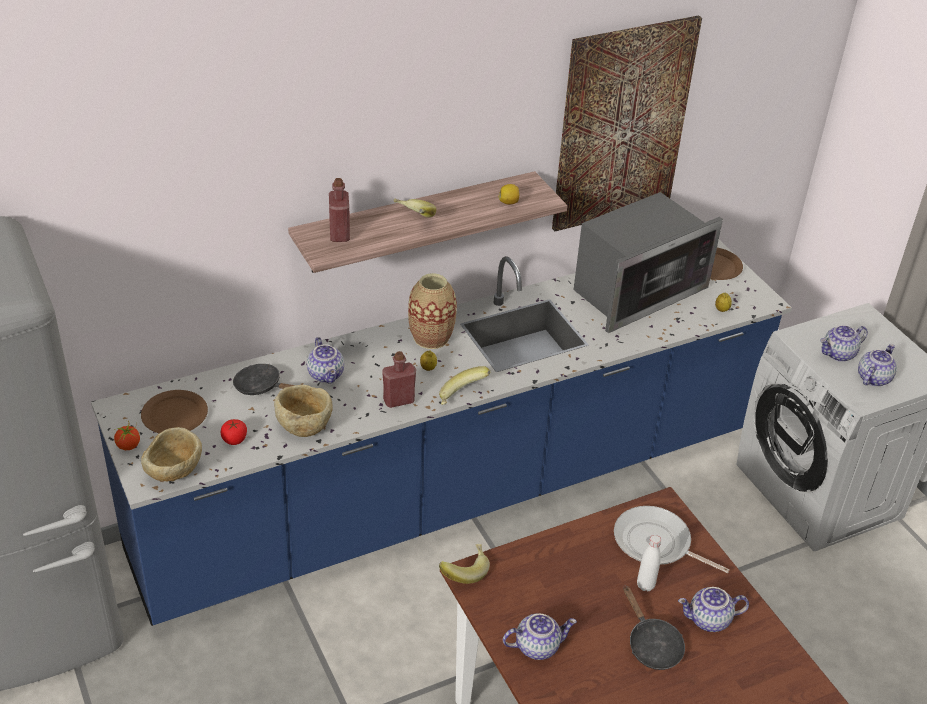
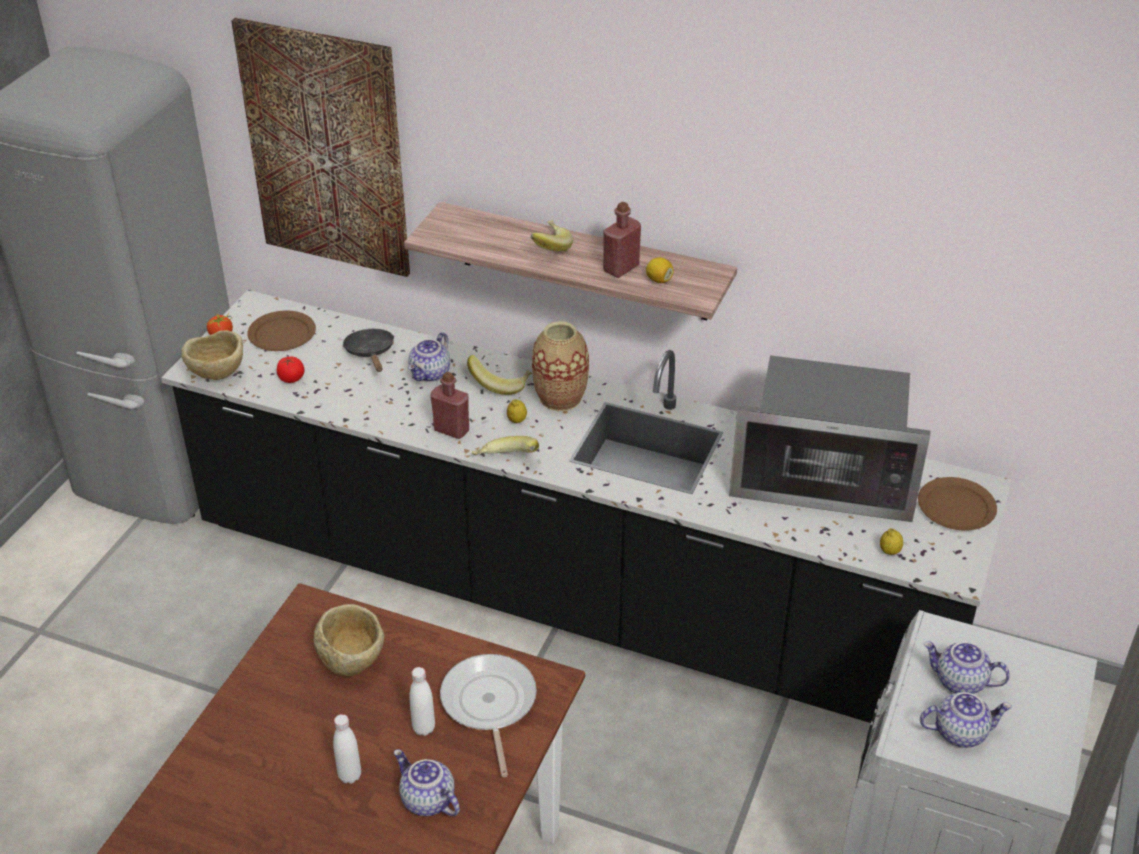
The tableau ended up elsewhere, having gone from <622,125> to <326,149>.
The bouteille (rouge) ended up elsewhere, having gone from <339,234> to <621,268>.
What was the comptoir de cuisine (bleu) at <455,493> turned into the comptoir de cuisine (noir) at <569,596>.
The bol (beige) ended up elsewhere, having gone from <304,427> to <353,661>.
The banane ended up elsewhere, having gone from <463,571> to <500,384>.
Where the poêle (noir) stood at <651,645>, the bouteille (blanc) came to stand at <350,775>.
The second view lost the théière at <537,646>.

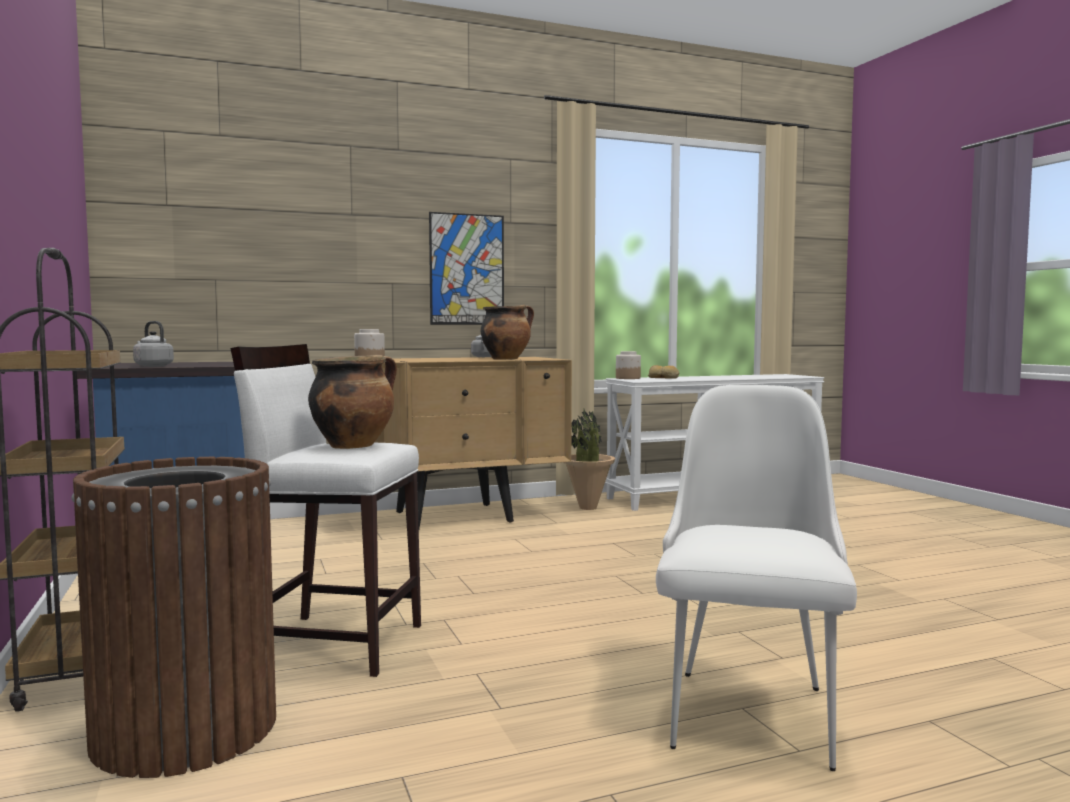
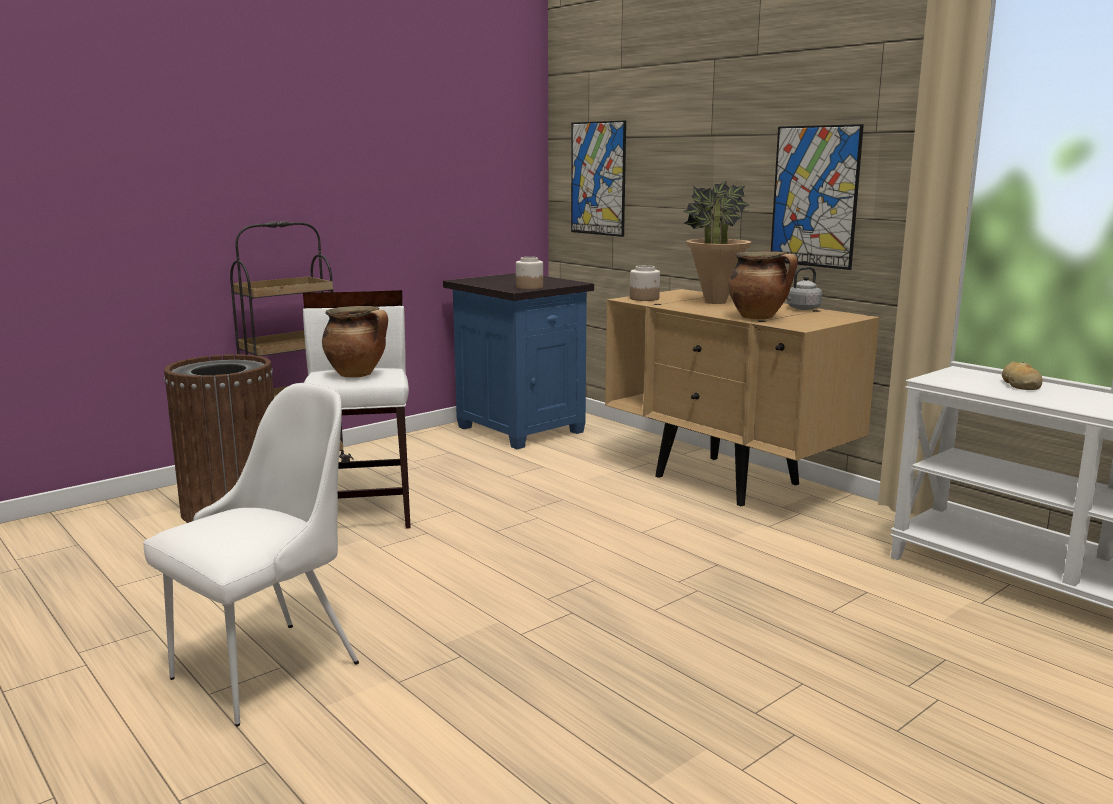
The second view lost the bouilloire (gris) at <152,366>.
The bocal ended up elsewhere, having gone from <627,378> to <529,287>.
The chaise (blanc) at <749,716> ended up facing another way, 45 degrees counterclockwise from before.
The plante en pot ended up elsewhere, having gone from <588,508> to <715,302>.
The second view gained the tableau at <598,178>.

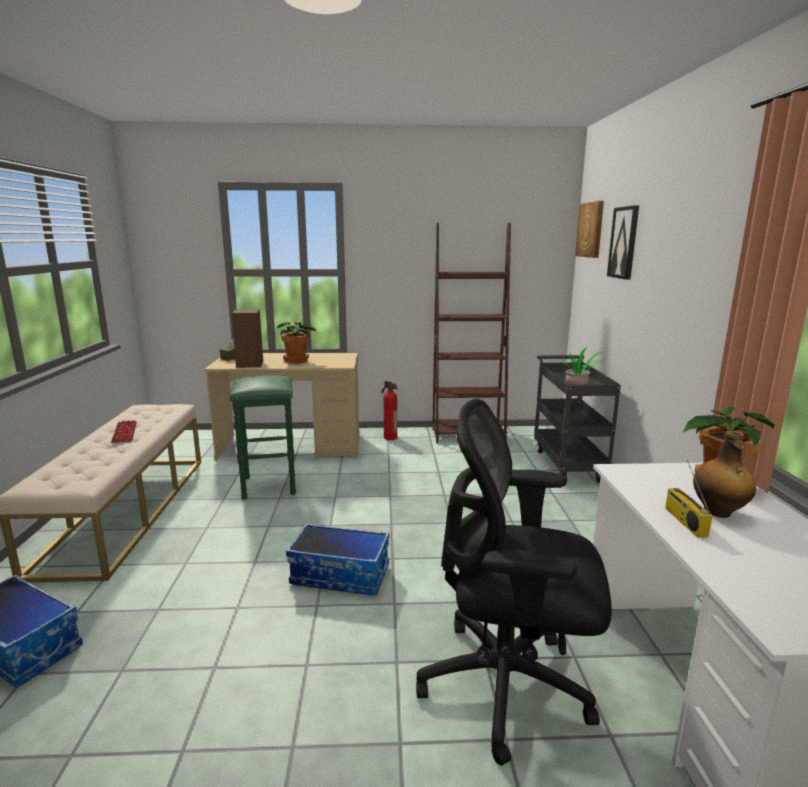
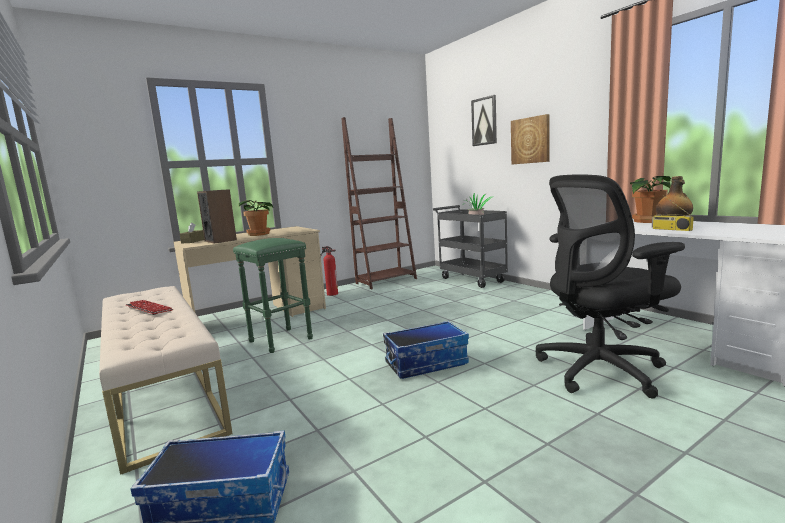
The tableau ended up elsewhere, having gone from <591,230> to <530,140>.

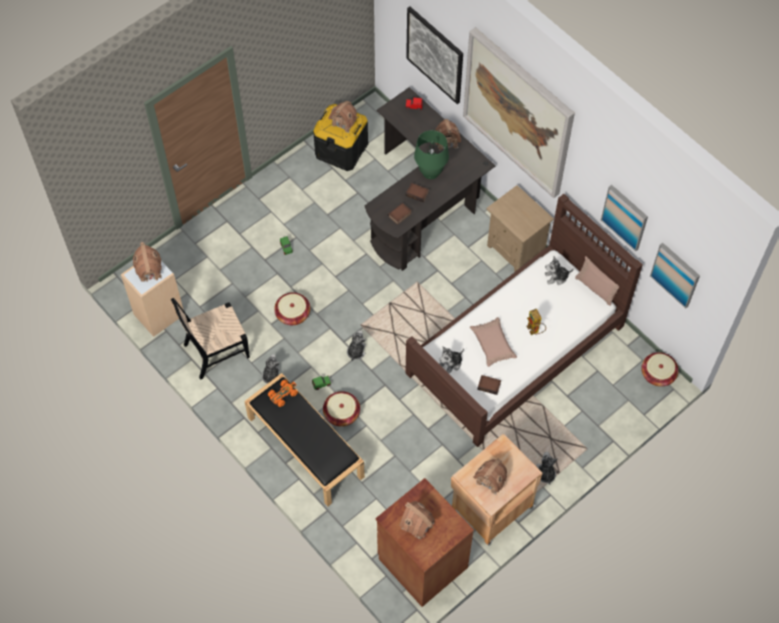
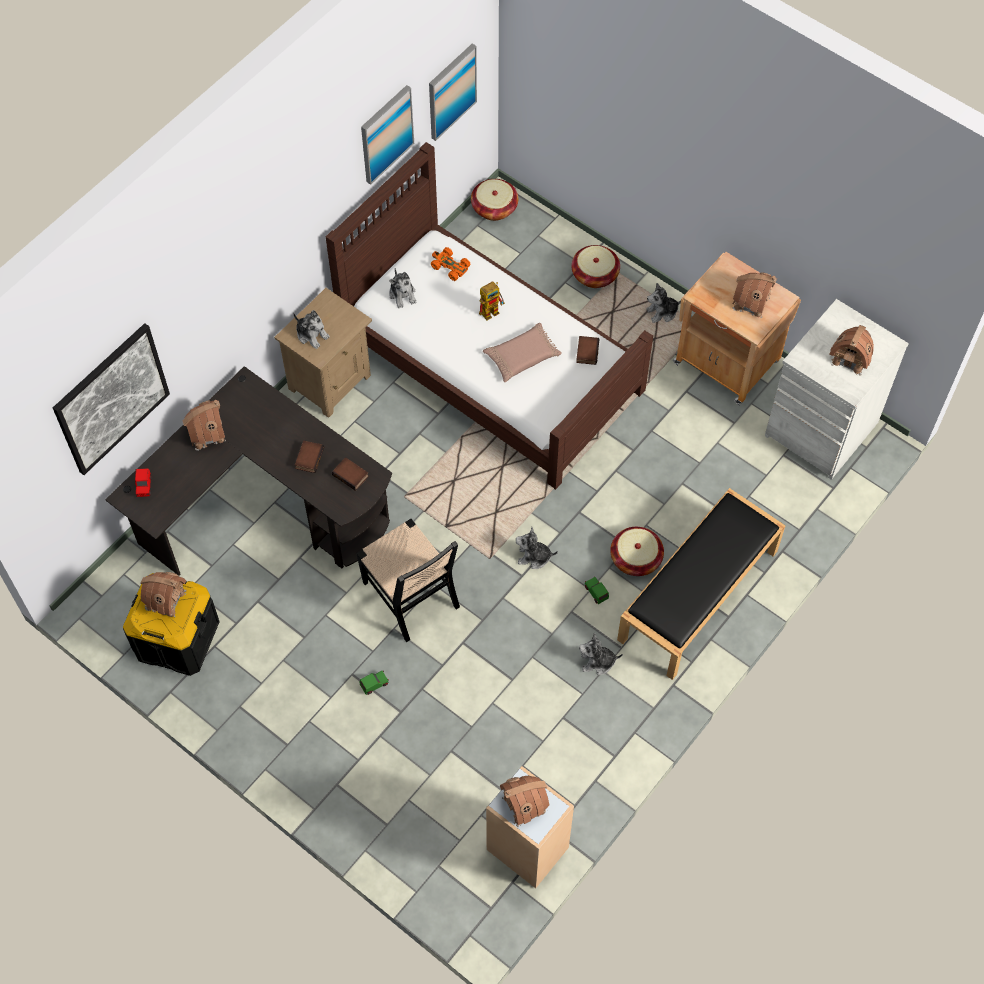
The second view lost the tableau at <518,112>.
The second view lost the lampe de table (vert) at <430,172>.
The second view lost the coussin (beige) at <596,288>.
The panier ended up elsewhere, having gone from <293,314> to <595,275>.
The chaise ended up elsewhere, having gone from <216,351> to <410,596>.
The peluche ended up elsewhere, having gone from <451,363> to <312,334>.
The petite voiture (orange) ended up elsewhere, having gone from <283,394> to <449,266>.
What was the commode (marron) at <422,563> turned into the commode (blanc) at <821,430>.

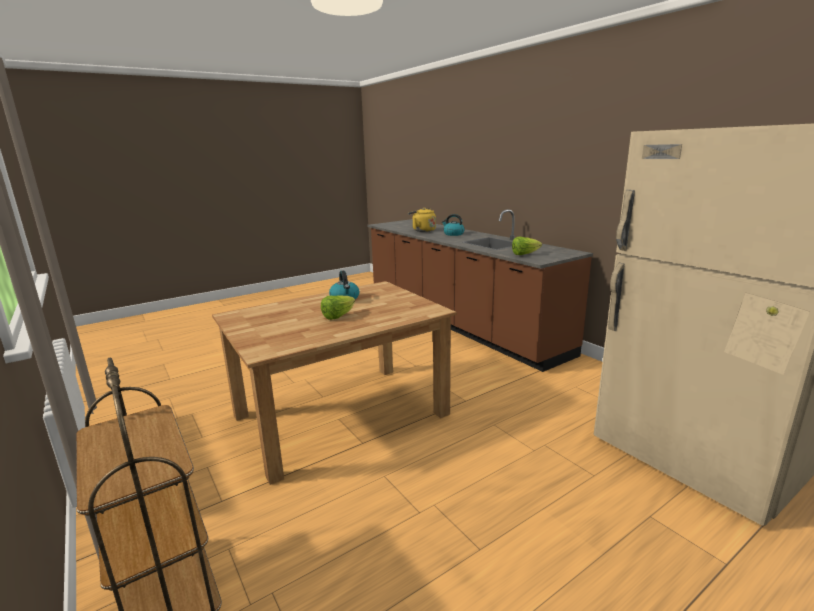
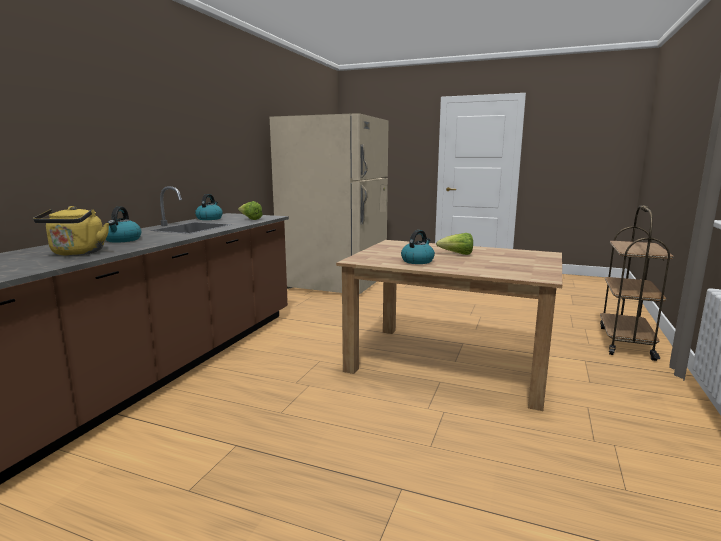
The second view gained the bouilloire at <209,218>.

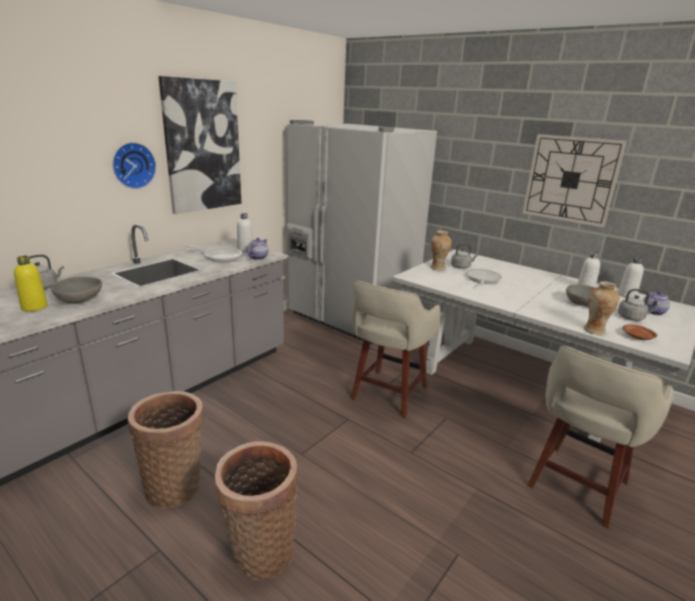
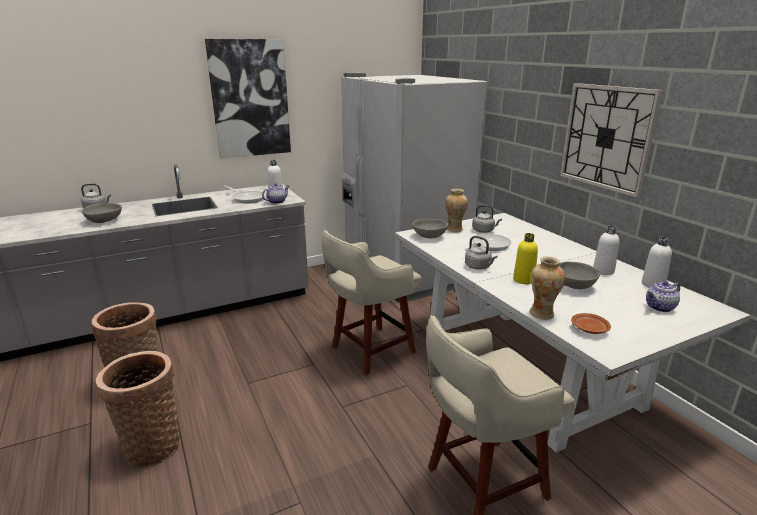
The second view lost the horloge murale at <132,165>.
The bouteille (jaune) ended up elsewhere, having gone from <34,307> to <523,280>.
The bouilloire (gris) ended up elsewhere, having gone from <632,318> to <479,267>.
The second view gained the bol (gris) at <429,236>.

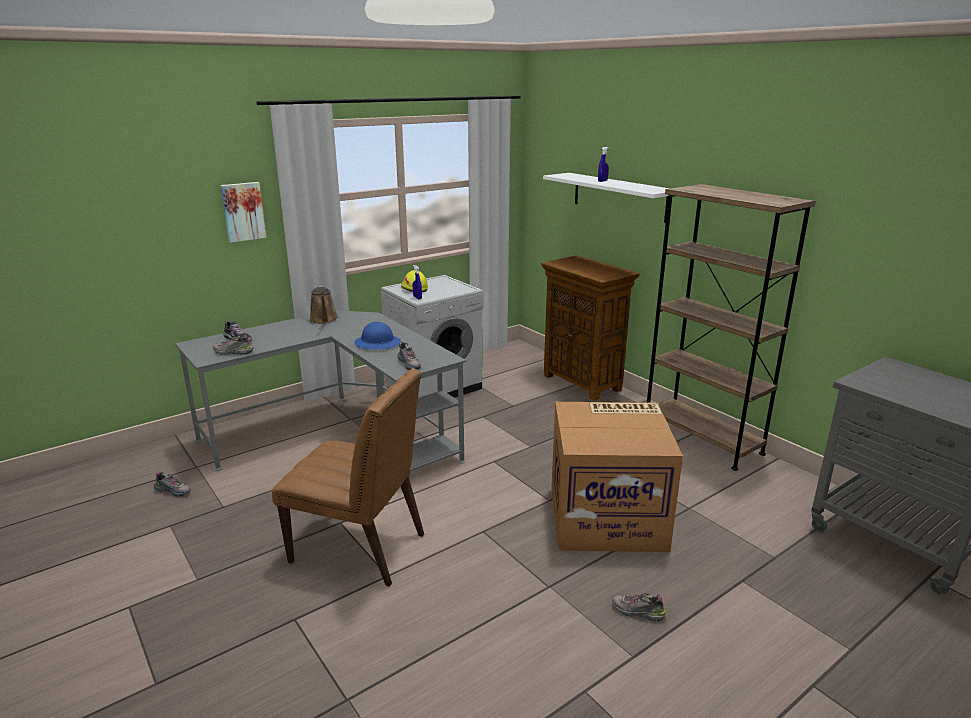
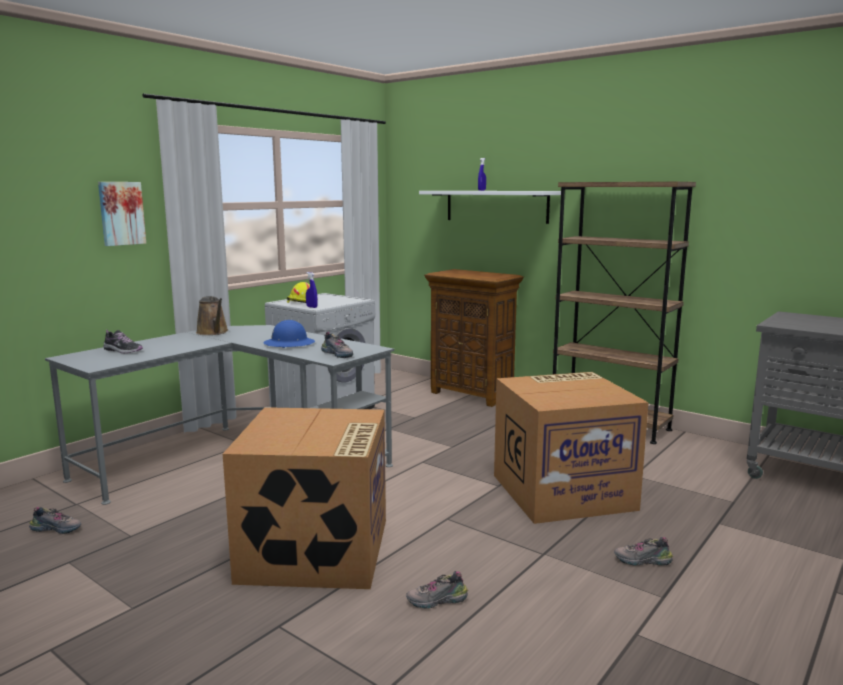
The chaussure ended up elsewhere, having gone from <233,352> to <437,601>.
Where the chaise (marron) stood at <357,548>, the carton came to stand at <317,551>.

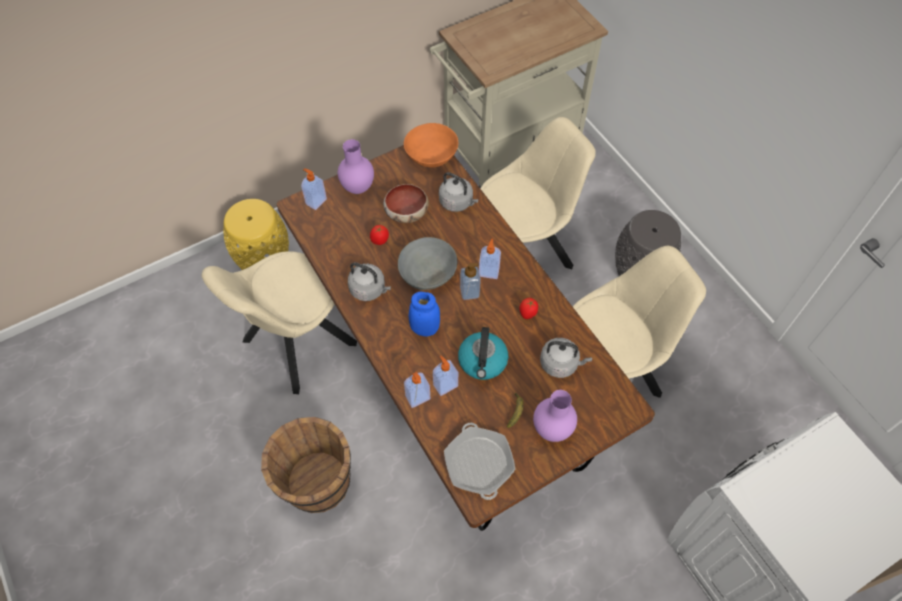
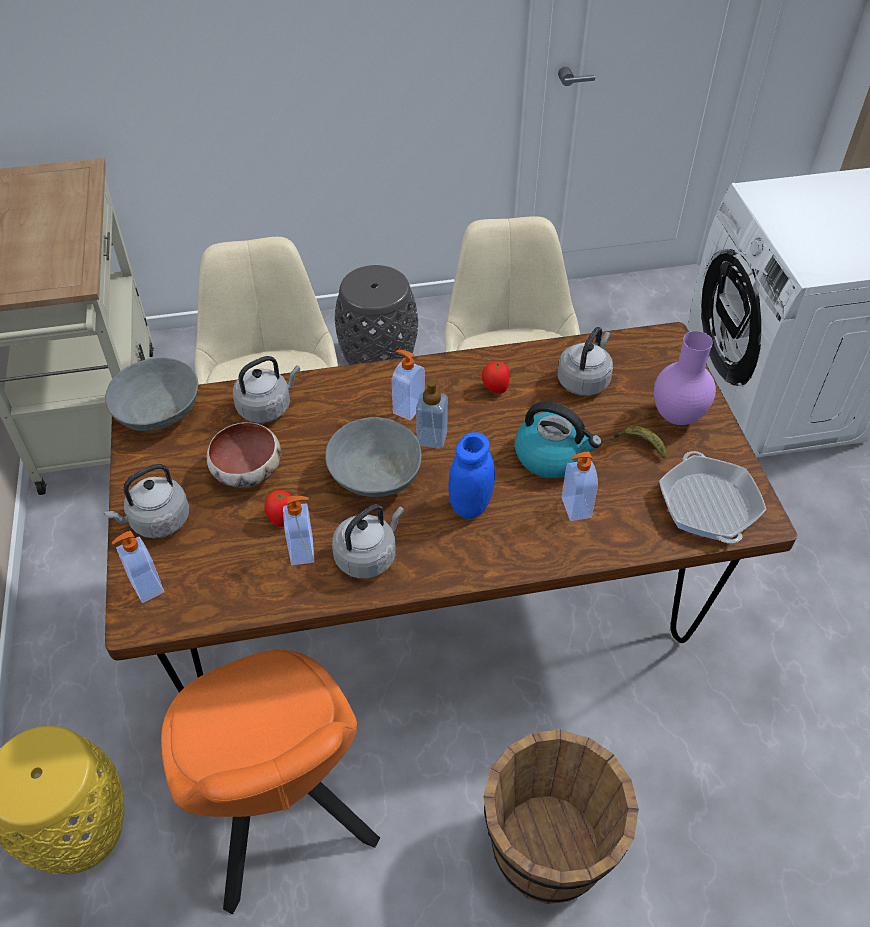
What was the bol (orange) at <432,155> turned into the bol (gris) at <158,411>.
Where the vase (violet) stood at <357,188>, the bouilloire (gris) came to stand at <157,521>.
What was the chaise (beige) at <297,344> turned into the chaise (orange) at <282,816>.
The distributeur de savon ended up elsewhere, having gone from <418,398> to <303,551>.
The poêle at <479,463> ended up facing another way, 75 degrees clockwise from before.

